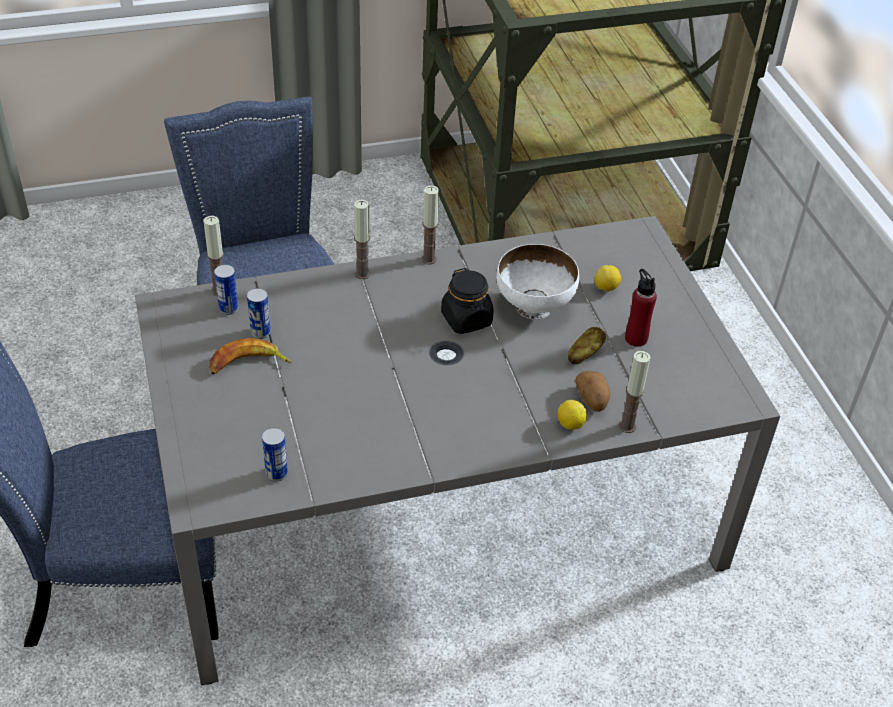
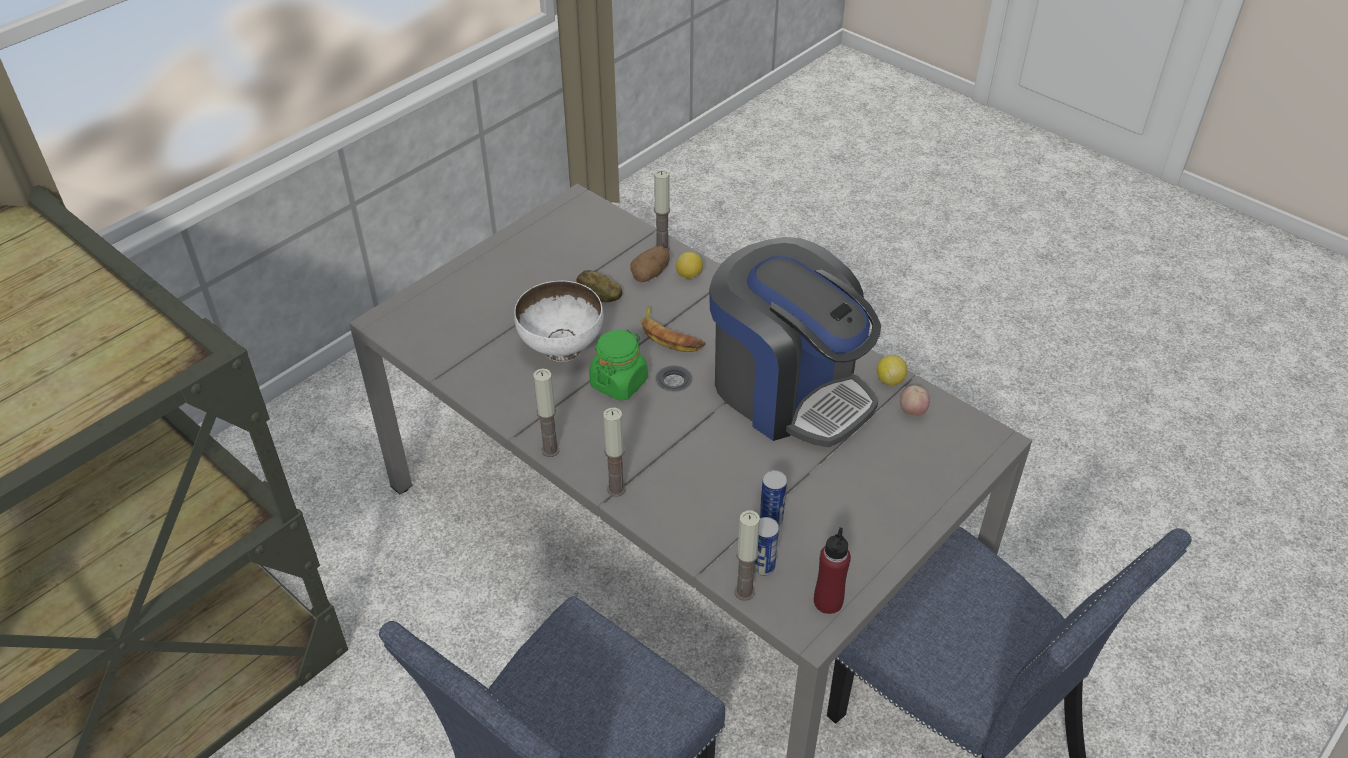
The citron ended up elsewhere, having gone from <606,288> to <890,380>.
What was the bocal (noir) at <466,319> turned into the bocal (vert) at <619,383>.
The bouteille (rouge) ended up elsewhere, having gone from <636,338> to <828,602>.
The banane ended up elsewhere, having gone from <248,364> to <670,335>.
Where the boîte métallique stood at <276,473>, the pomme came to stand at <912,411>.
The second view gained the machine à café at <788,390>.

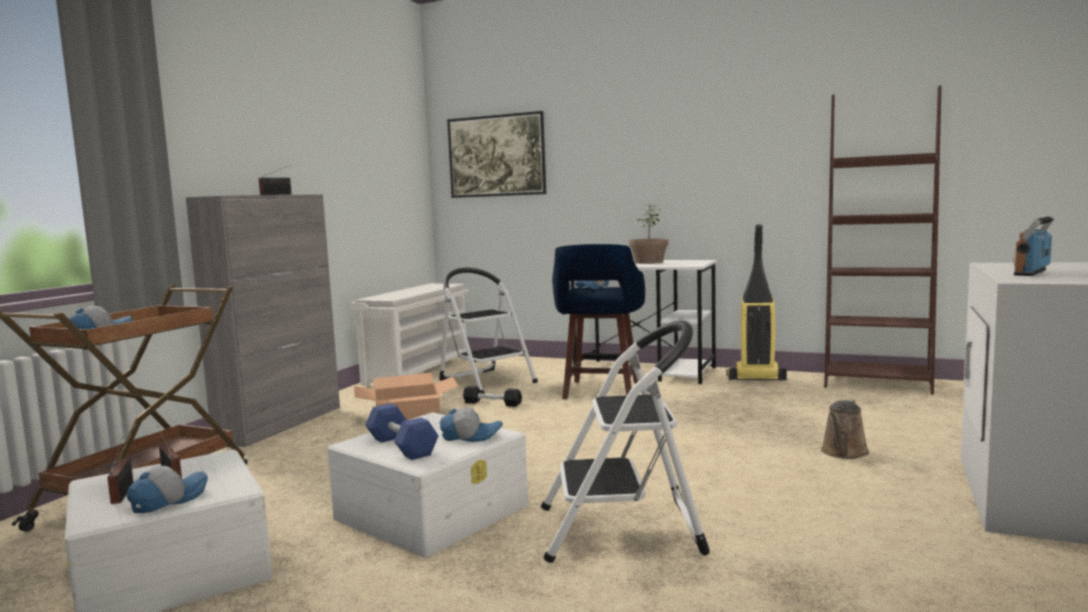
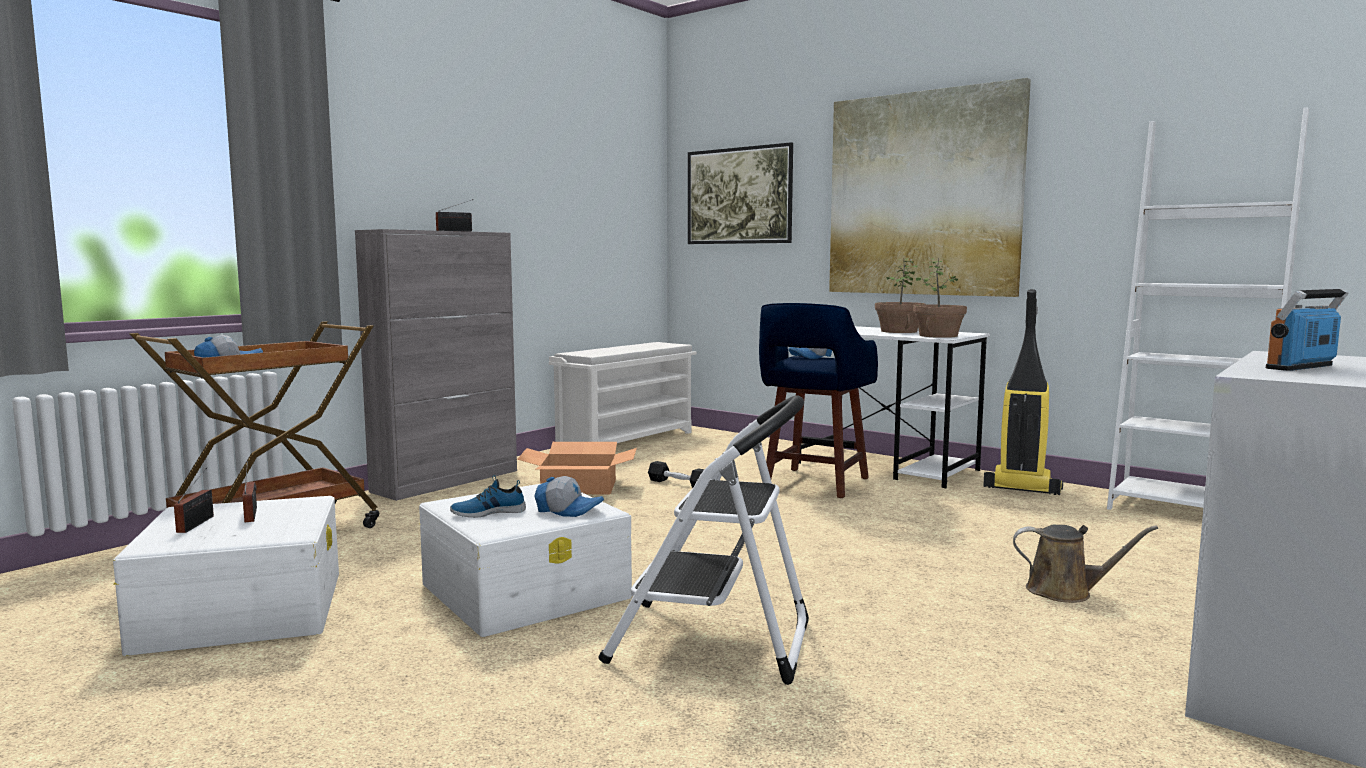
What was the bibliothèque (marron) at <877,383> turned into the bibliothèque (blanc) at <1186,512>.
The second view lost the escabeau at <486,381>.
The arrosoir (marron) at <843,453> ended up facing another way, 120 degrees counterclockwise from before.
Where the haltère (bleu) stood at <401,446>, the chaussure came to stand at <488,512>.
The second view lost the casquette at <168,500>.
The second view gained the tableau at <923,194>.
The second view gained the plante en pot at <938,336>.

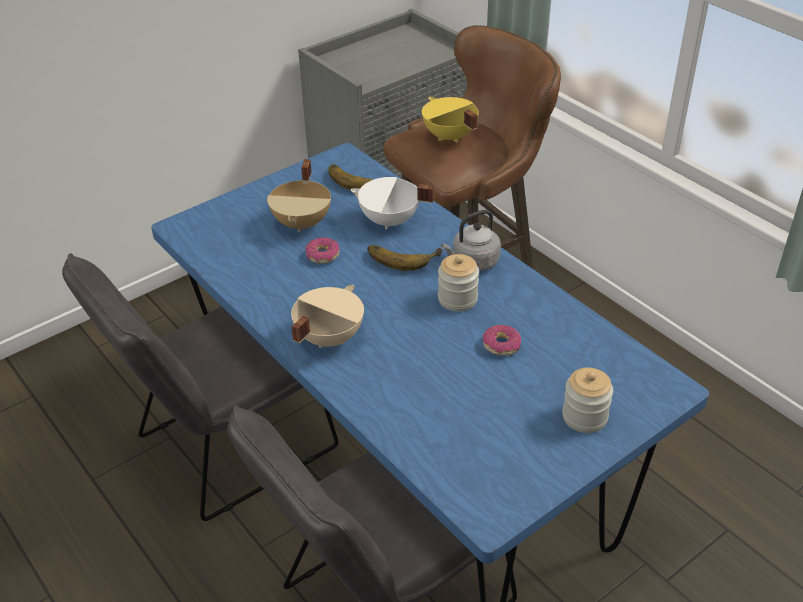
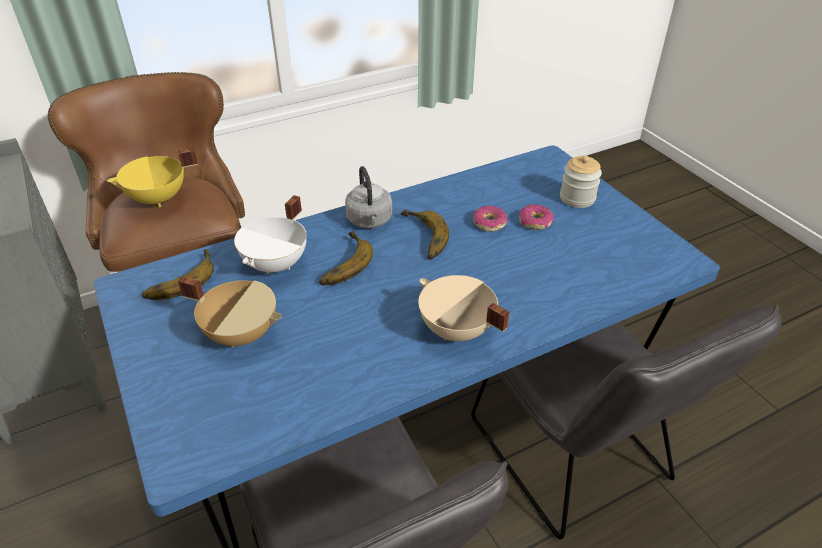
The beignet ended up elsewhere, having gone from <322,255> to <535,222>.
Where the bocal stood at <457,299>, the banane came to stand at <421,238>.

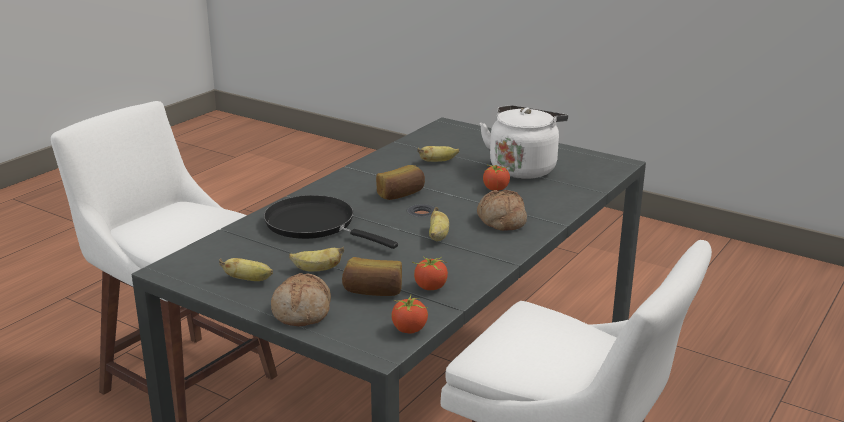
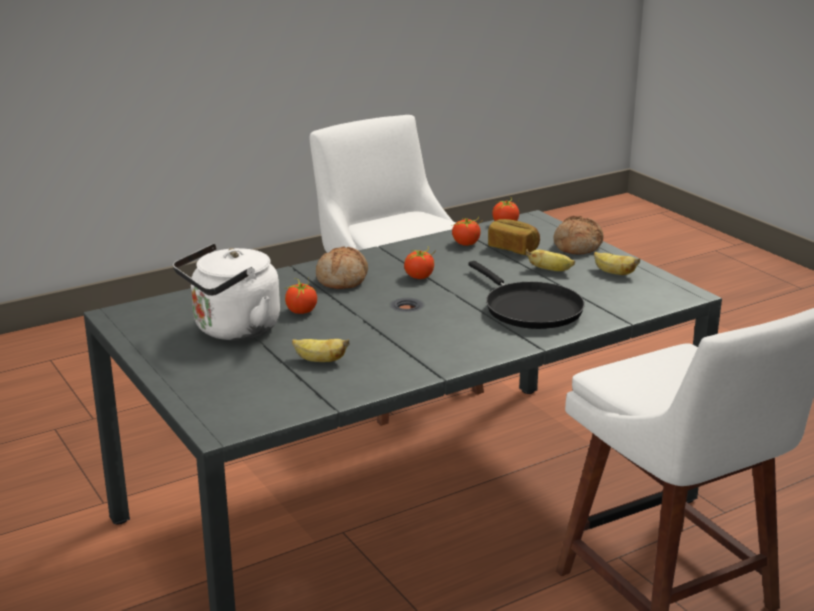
The second view lost the pain at <401,194>.
Where the banane stood at <438,236>, the tomate came to stand at <419,277>.

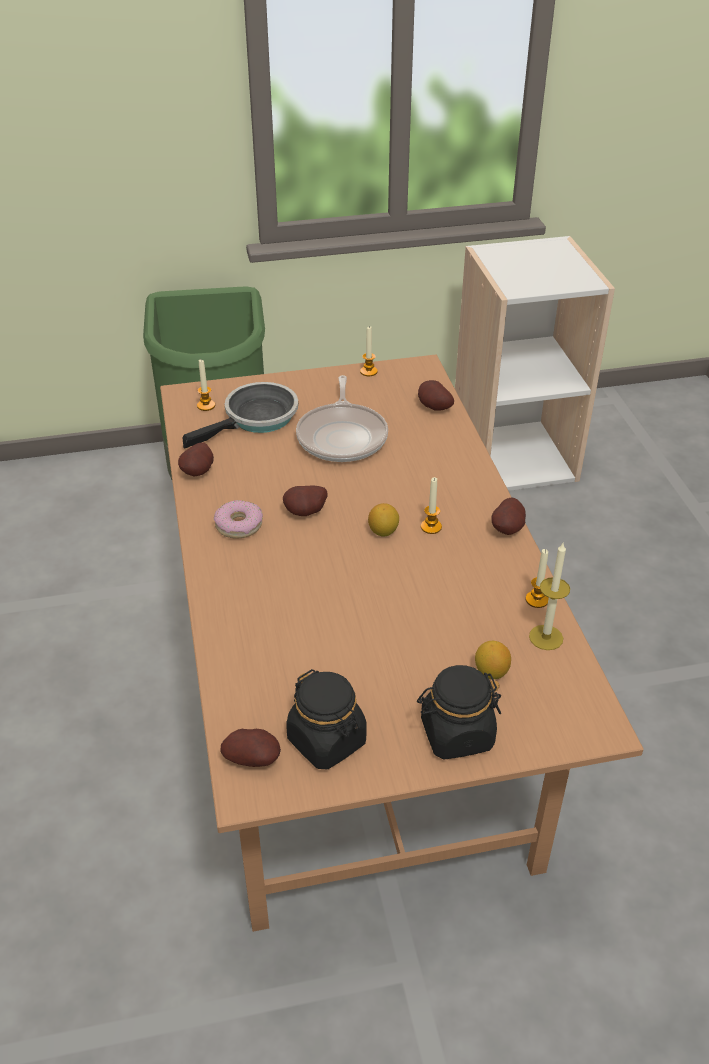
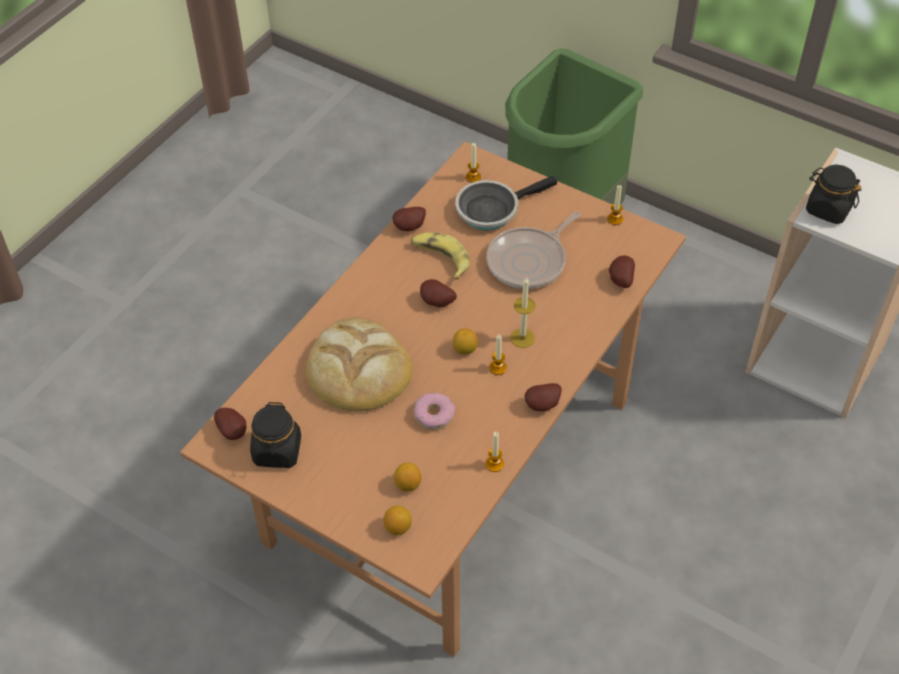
The poêle at <256,419> ended up facing another way, 150 degrees clockwise from before.
The beignet ended up elsewhere, having gone from <239,525> to <434,415>.
The bougie ended up elsewhere, having gone from <546,637> to <522,338>.
The bocal (noir) ended up elsewhere, having gone from <456,734> to <828,209>.
The second view gained the banane at <440,258>.
The second view gained the pain at <358,369>.
The second view gained the citron at <398,527>.

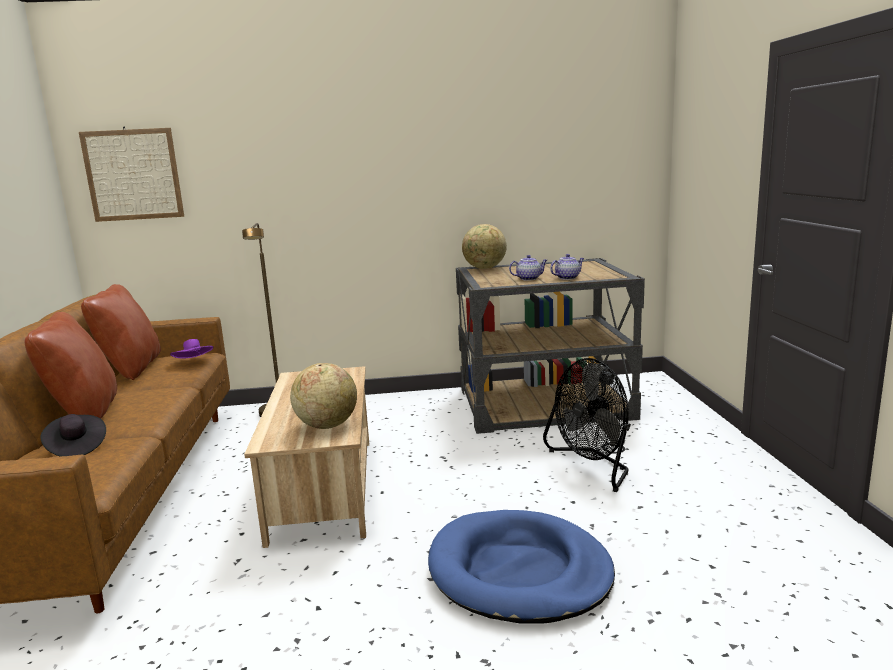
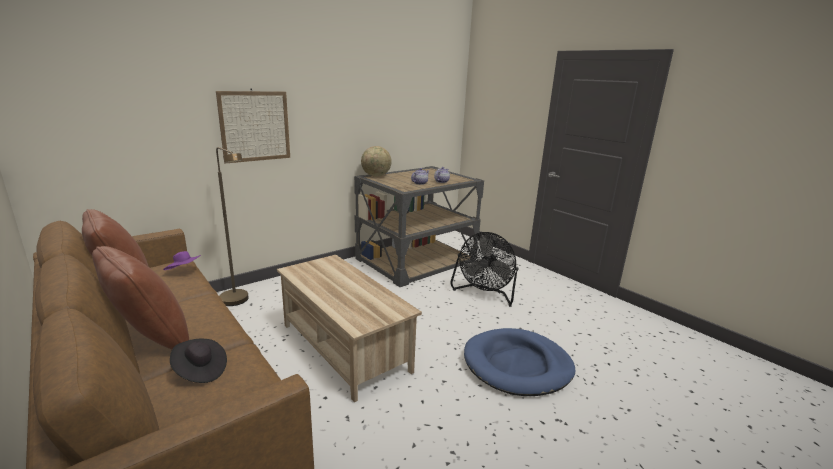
The tableau ended up elsewhere, having gone from <133,173> to <255,125>.
The second view lost the globe at <327,425>.

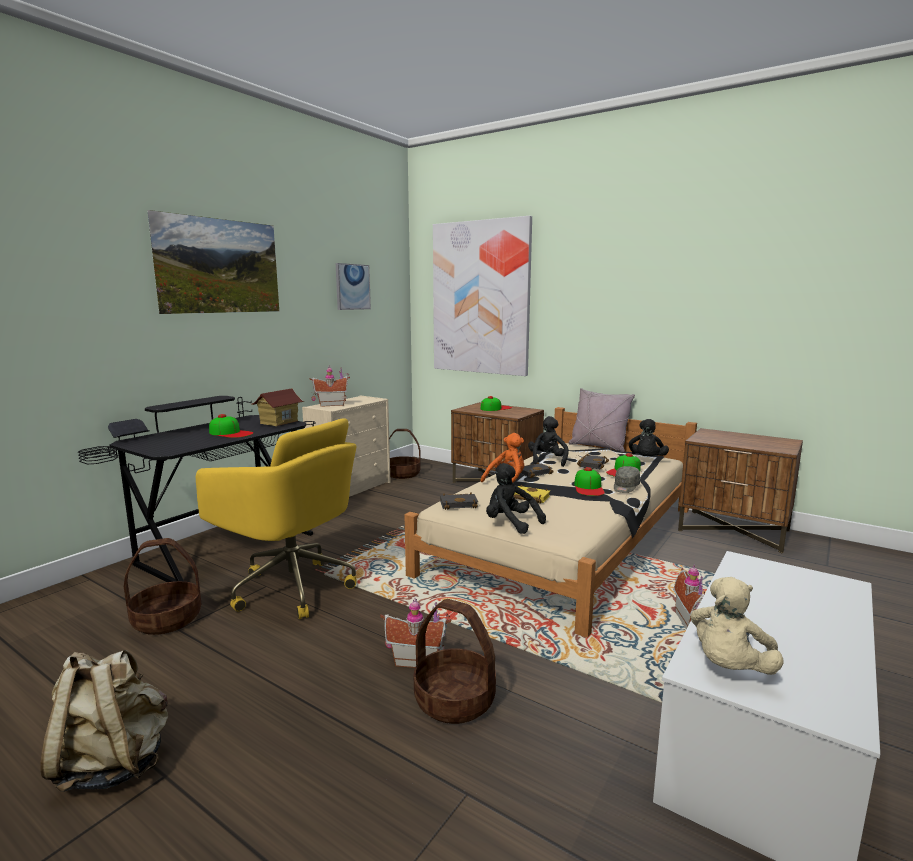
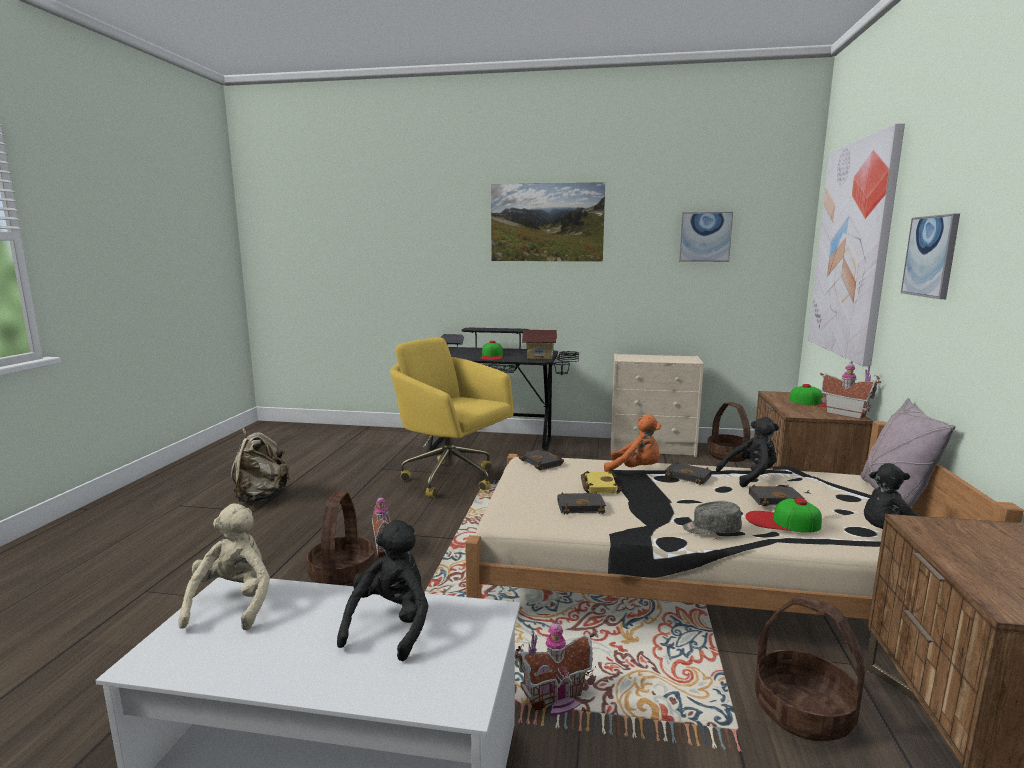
The maison miniature ended up elsewhere, having gone from <331,404> to <845,414>.
The chaise de bureau (jaune) at <289,588> ended up facing another way, 120 degrees clockwise from before.
The peluche (noir) ended up elsewhere, having gone from <510,523> to <391,625>.
The second view lost the casquette at <589,488>.
The panier ended up elsewhere, having gone from <166,620> to <802,711>.
The peluche (beige) at <729,667> ended up facing another way, 75 degrees clockwise from before.
The second view gained the tableau at <931,256>.
The second view gained the livre (noir) at <581,506>.

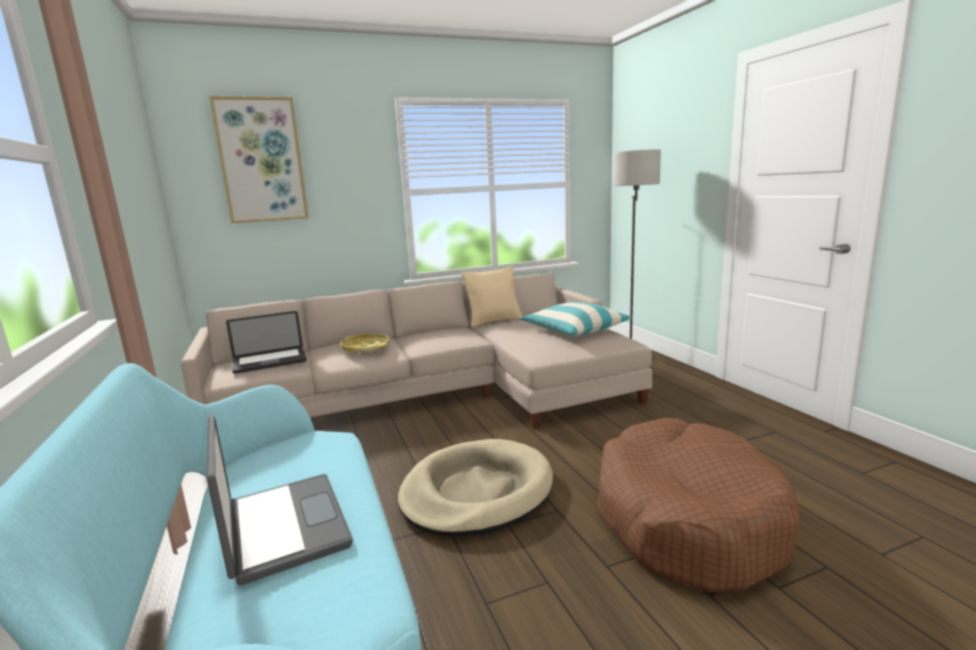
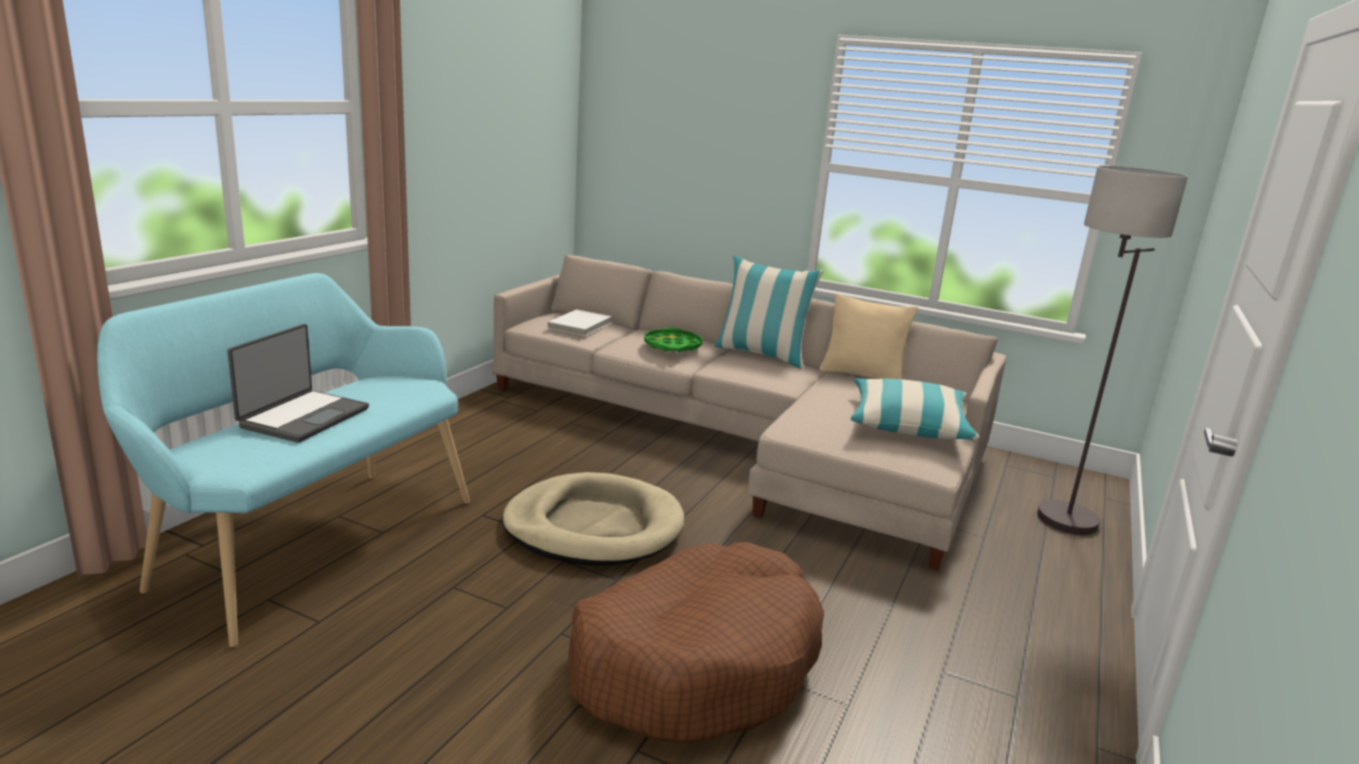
The second view lost the tableau at <261,160>.
Where the ordinateur portable stood at <270,362>, the livre (blanc) came to stand at <581,325>.
What was the plateau (jaune) at <365,347> turned into the plateau (vert) at <672,346>.
The second view gained the coussin at <762,354>.

